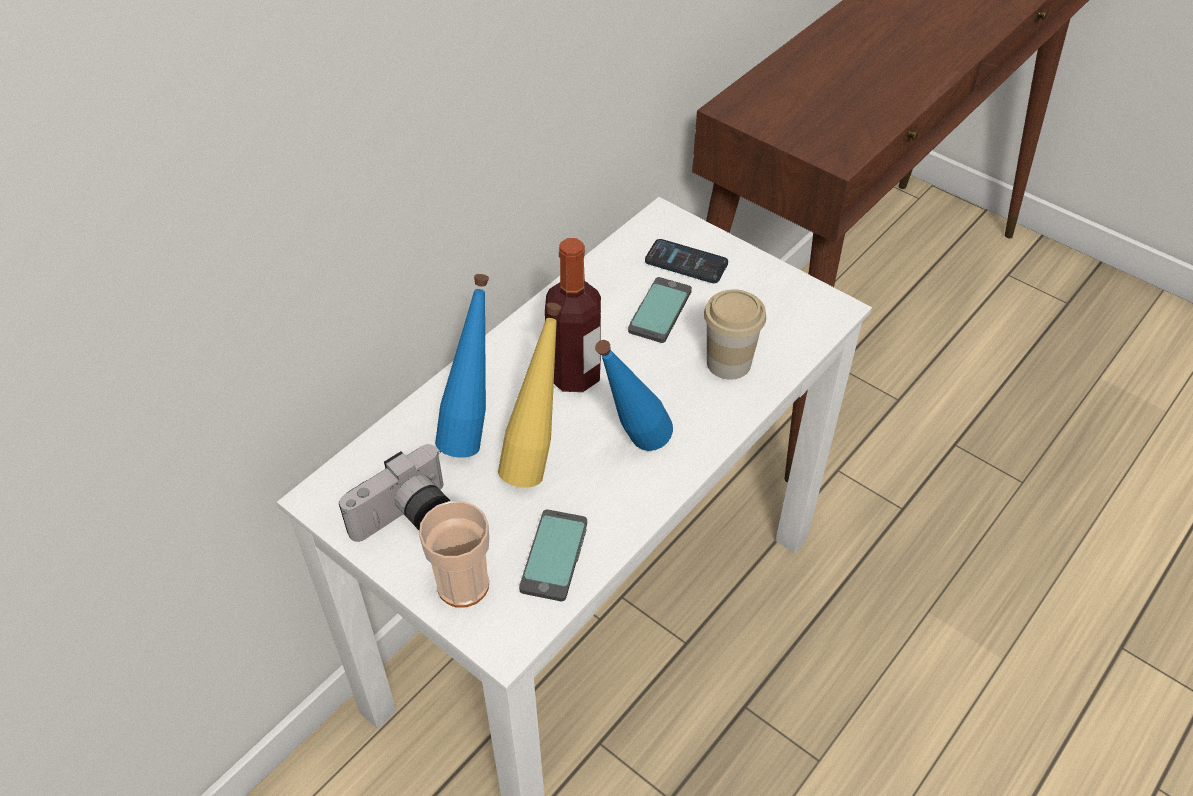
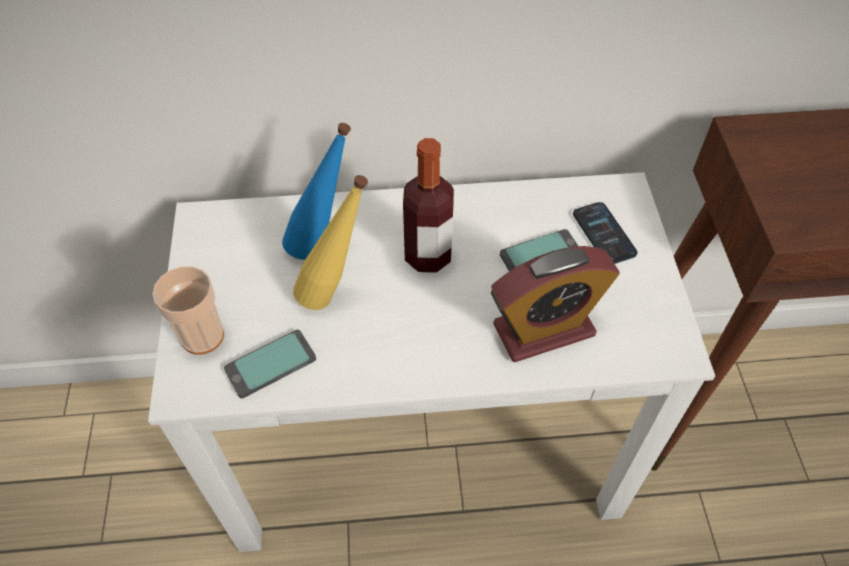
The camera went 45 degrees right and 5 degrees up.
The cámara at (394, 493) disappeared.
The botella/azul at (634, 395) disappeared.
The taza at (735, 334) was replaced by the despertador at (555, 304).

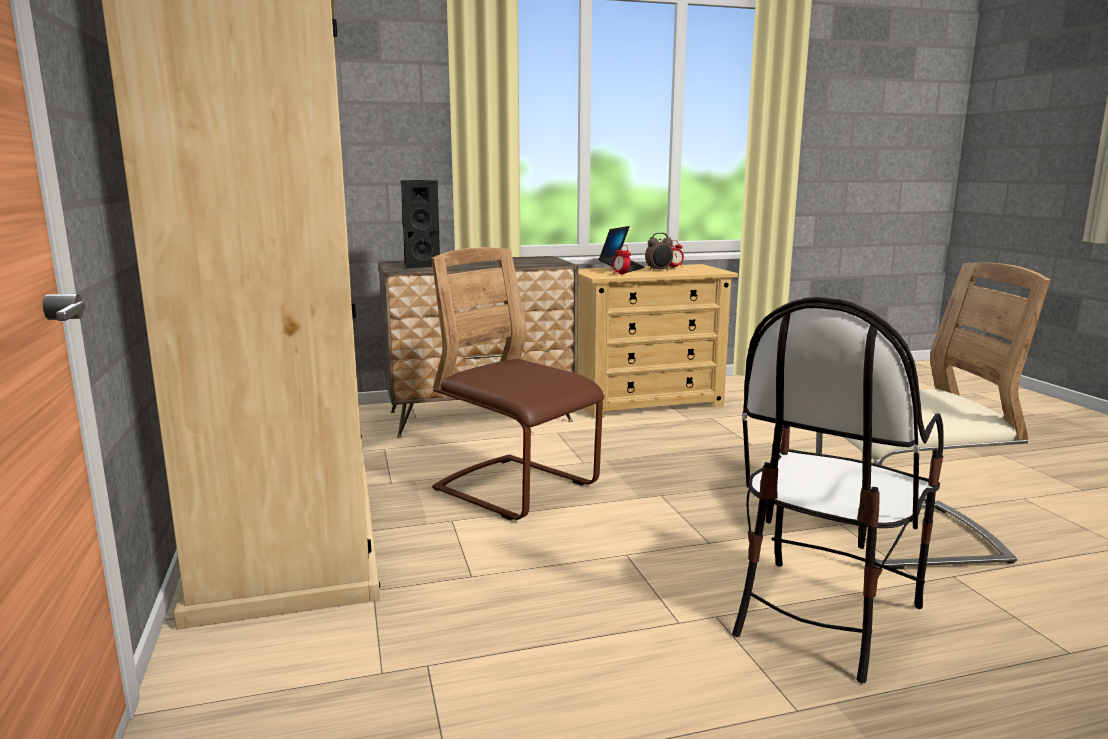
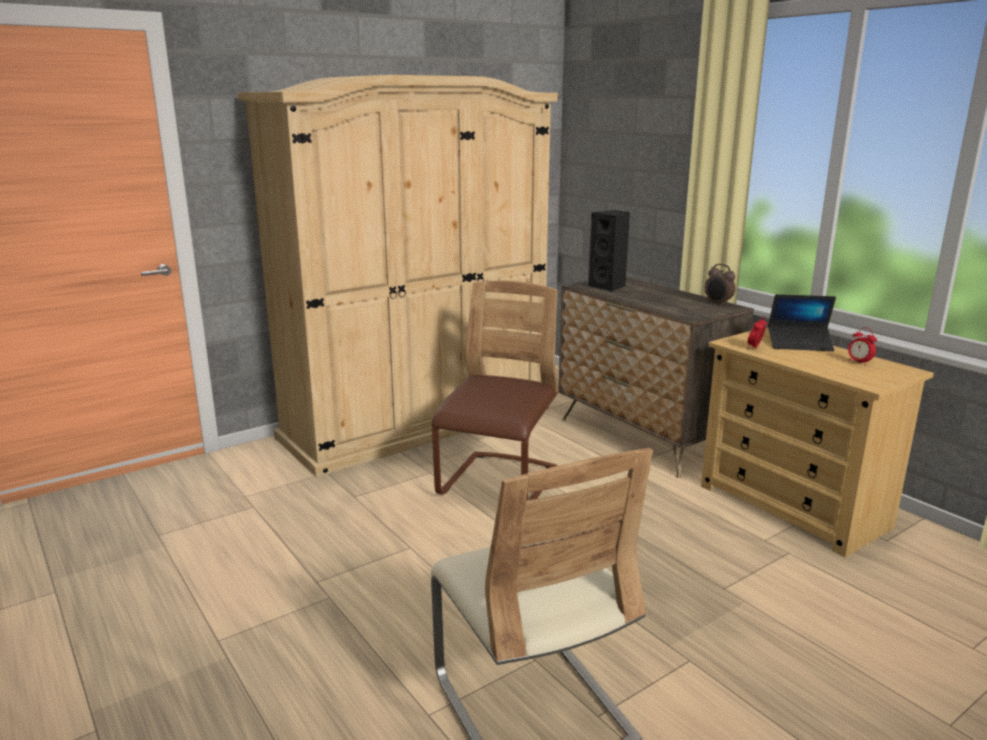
The camera went 70 degrees right and 5 degrees up.
The despertador moved from (659, 252) to (720, 285).
The silla at (838, 490) disappeared.

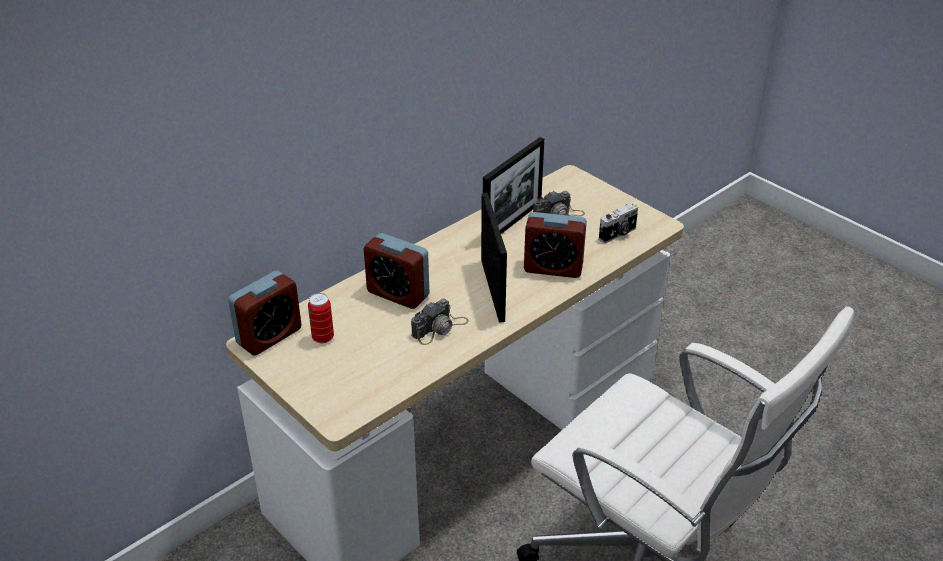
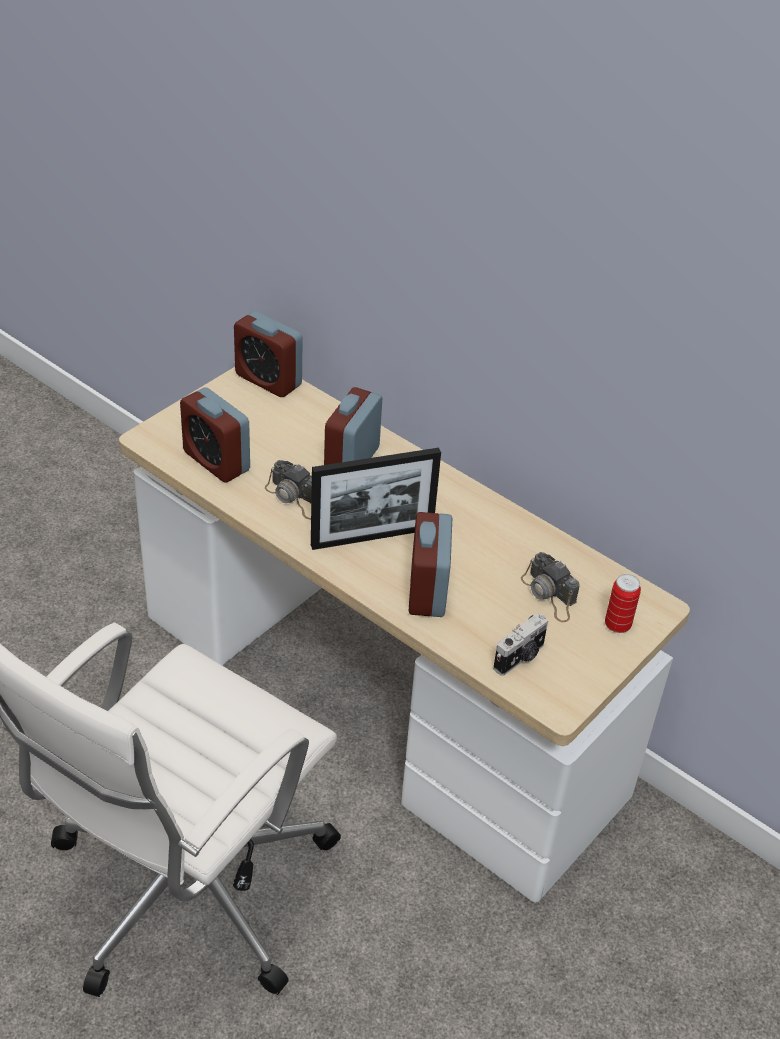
The camera went 80 degrees right and 5 degrees up.
The lata moved from (321, 318) to (623, 603).
The portarretratos at (513, 185) disappeared.
The cámara at (618, 223) turned 90 degrees counterclockwise.
The despertador at (215, 435) appeared.

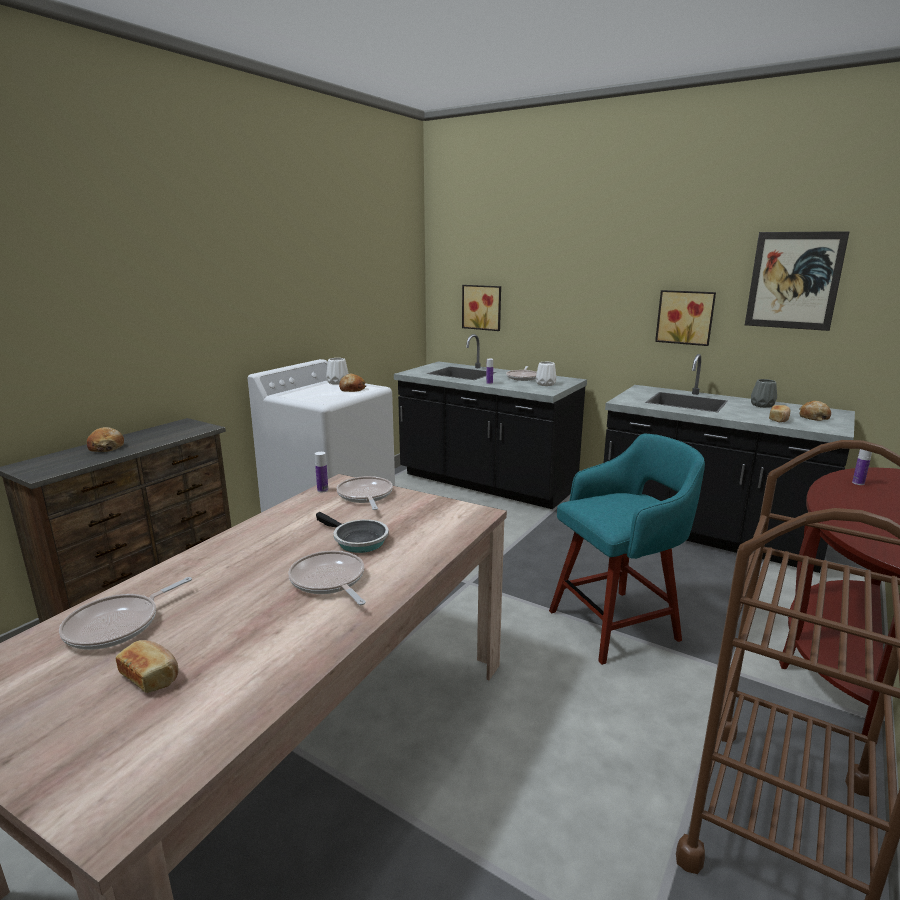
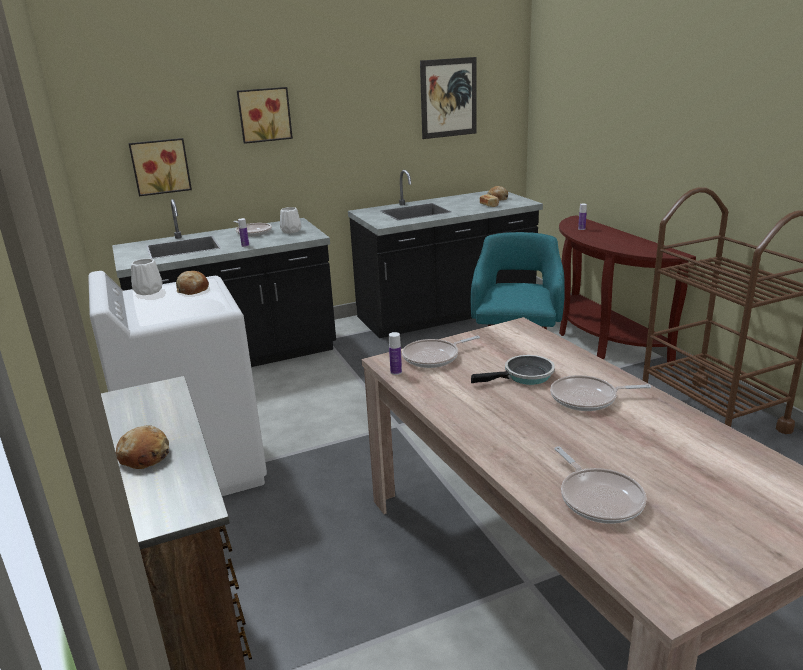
The camera went 55 degrees left and 5 degrees up.
The pan at (147, 666) disappeared.
The sartén at (365, 493) turned 45 degrees counterclockwise.
The cuadro moved from (685, 318) to (265, 115).
The florero/gris at (764, 393) disappeared.

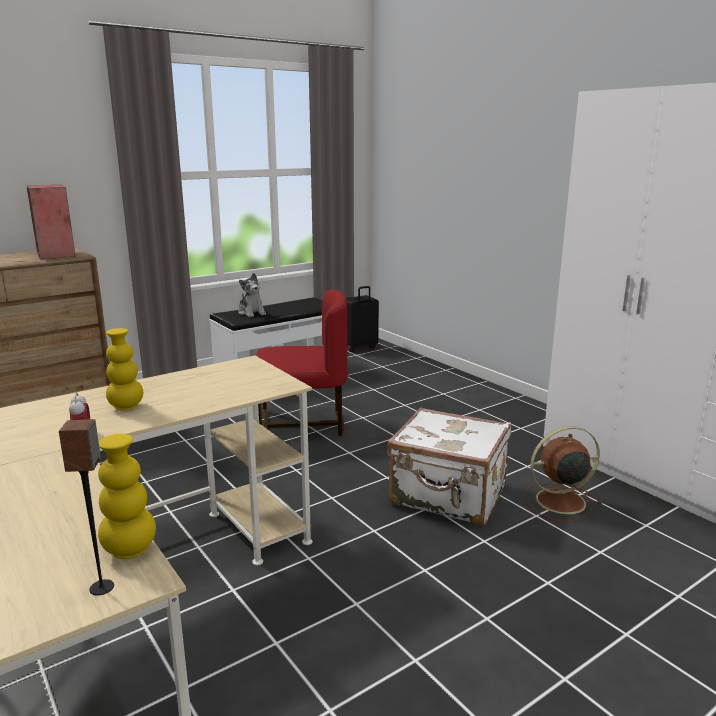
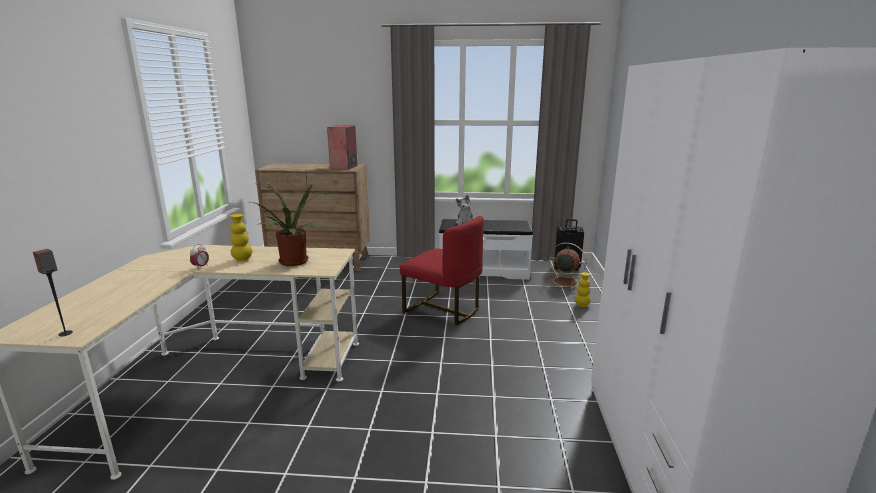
The camera went 40 degrees right and 0 degrees up.
The florero/amarillo moved from (127, 496) to (582, 289).
The maleta/blanco at (449, 466) disappeared.
The ventilador/marrón moved from (562, 474) to (566, 265).
The planta en maceta at (289, 223) appeared.

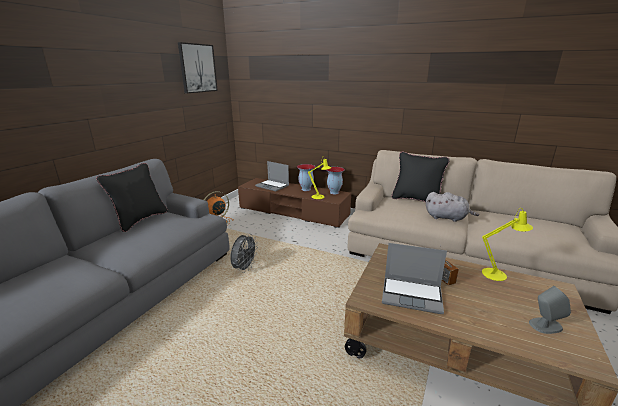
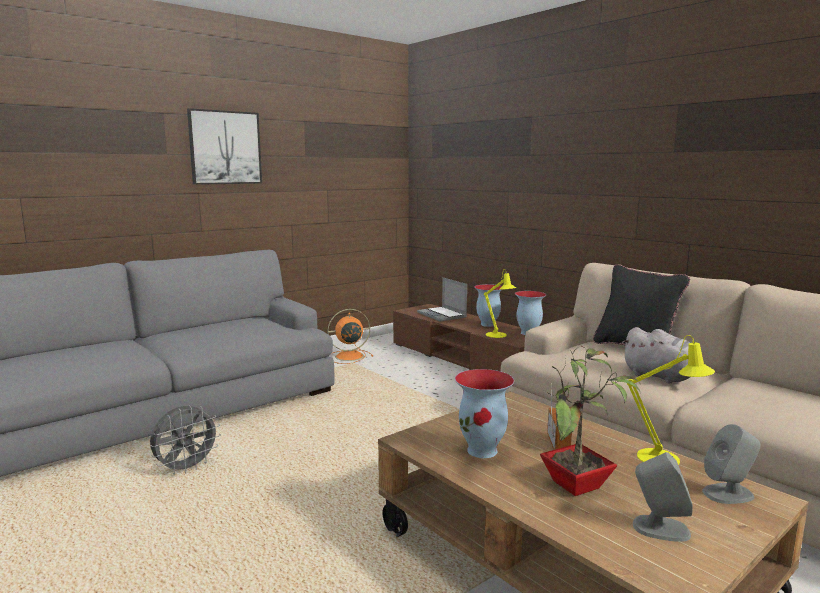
The camera went 25 degrees right and 10 degrees down.
The cojín/negro at (132, 197) disappeared.
The cuadro moved from (198, 67) to (224, 146).
The ventilador/gris moved from (244, 253) to (185, 440).
The portátil at (414, 278) was replaced by the florero at (484, 413).
The planta en maceta at (590, 420) appeared.
The altavoz/gris at (731, 464) appeared.

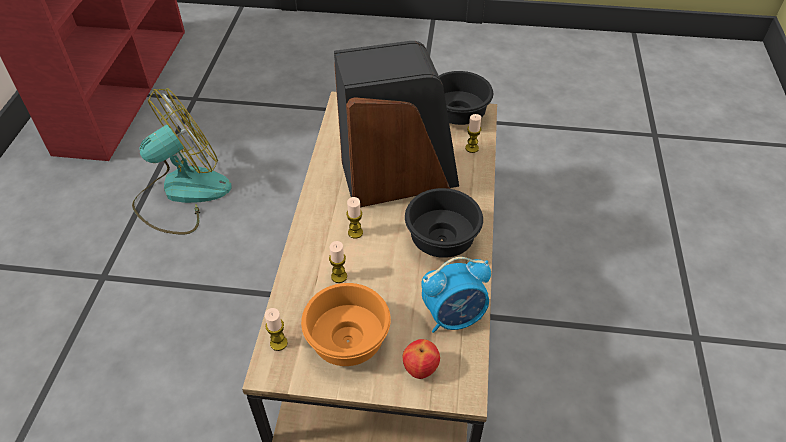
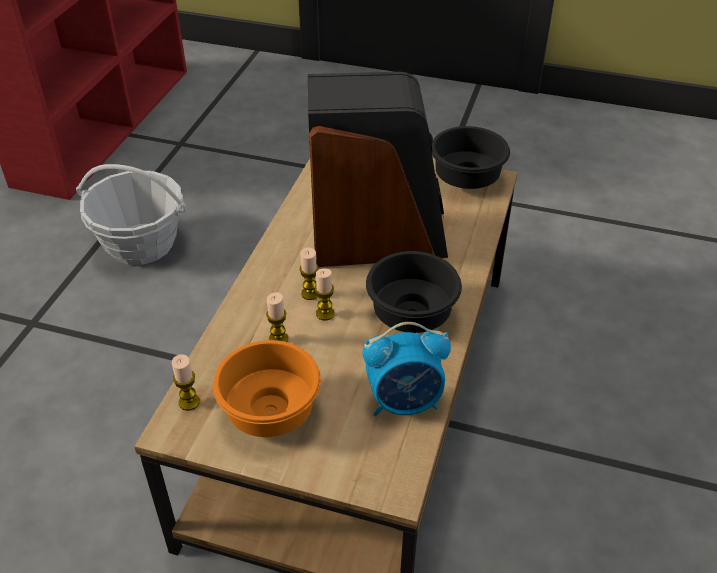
The camera went 10 degrees right and 5 degrees down.
The ventilador at (182, 161) was replaced by the cesta at (131, 214).
The manzana at (421, 359) disappeared.
The vela moved from (473, 133) to (324, 294).

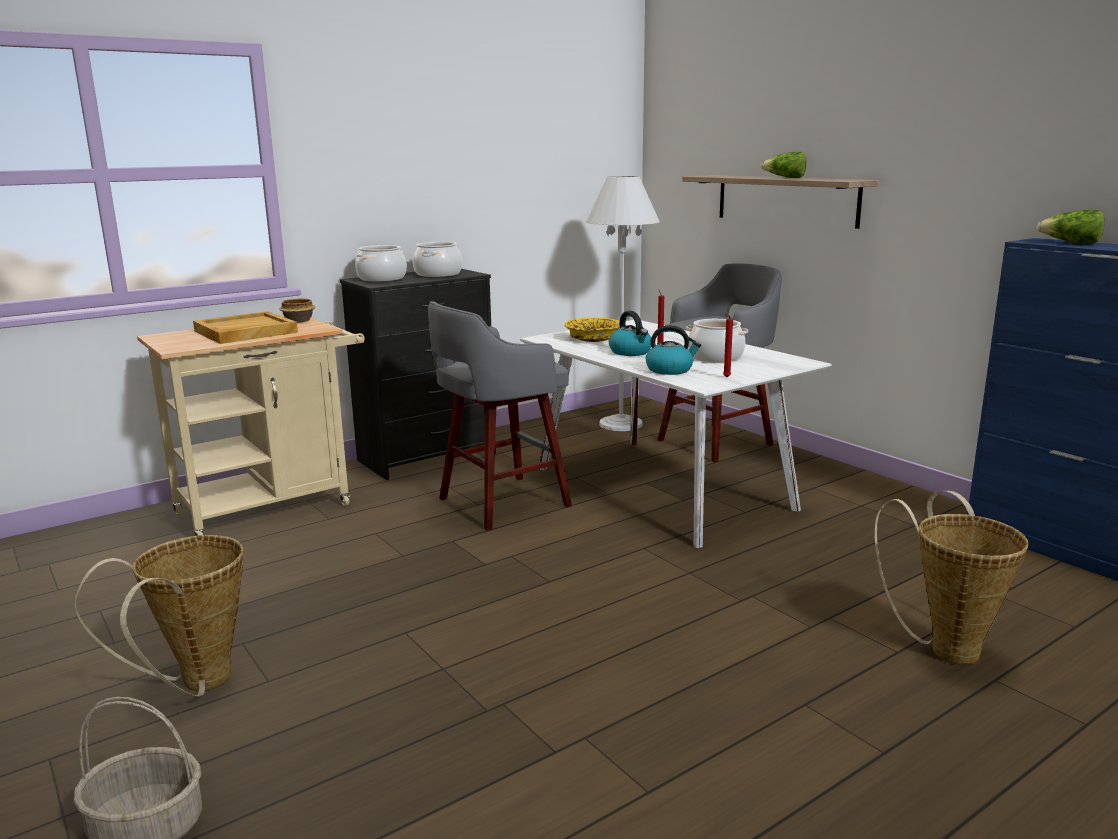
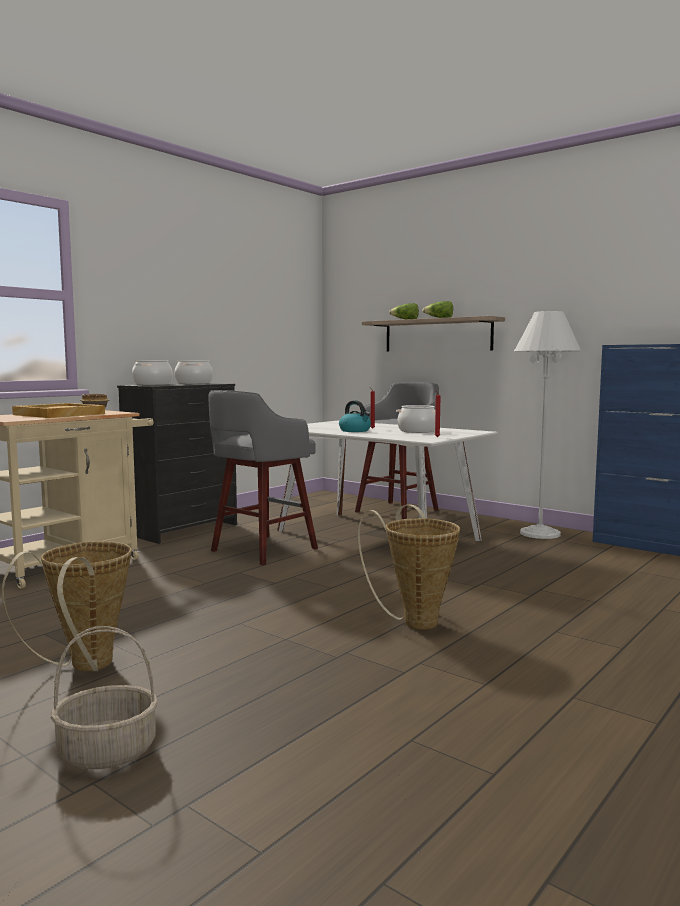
The camera went 15 degrees left and 10 degrees down.
The cuenco/amarillo at (592, 329) disappeared.
The lámpara de pie/blanco moved from (623, 303) to (547, 425).
The hervidor at (673, 350) disappeared.
The cesta moved from (951, 578) to (409, 567).
The lechuga moved from (1070, 227) to (404, 311).

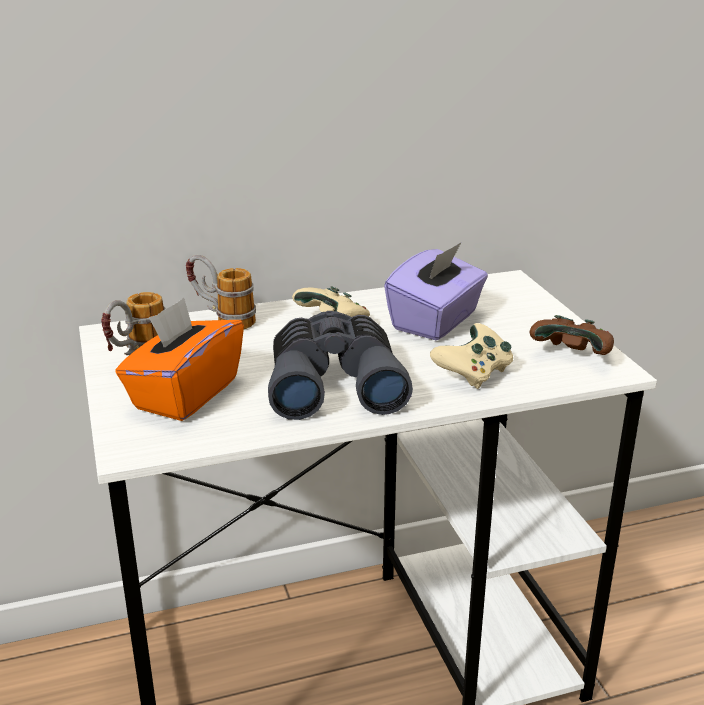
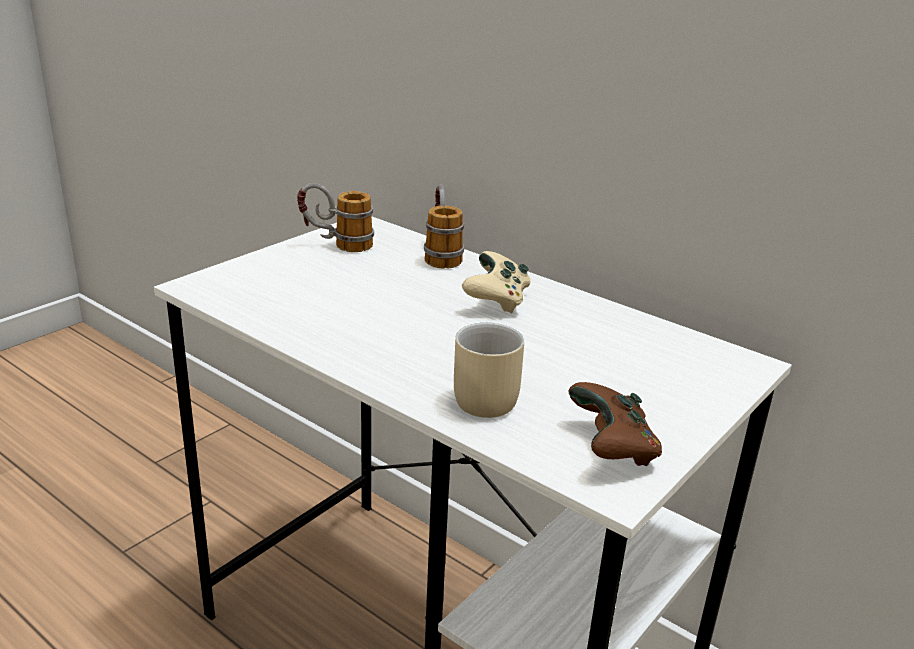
The camera went 55 degrees right and 0 degrees up.
The caja de pañuelos/naranja at (179, 359) disappeared.
The prismáticos/gris at (340, 365) disappeared.
The caja de pañuelos/morado at (436, 291) disappeared.
The mando de consola/beis at (471, 356) was replaced by the taza grande/beis at (489, 370).

